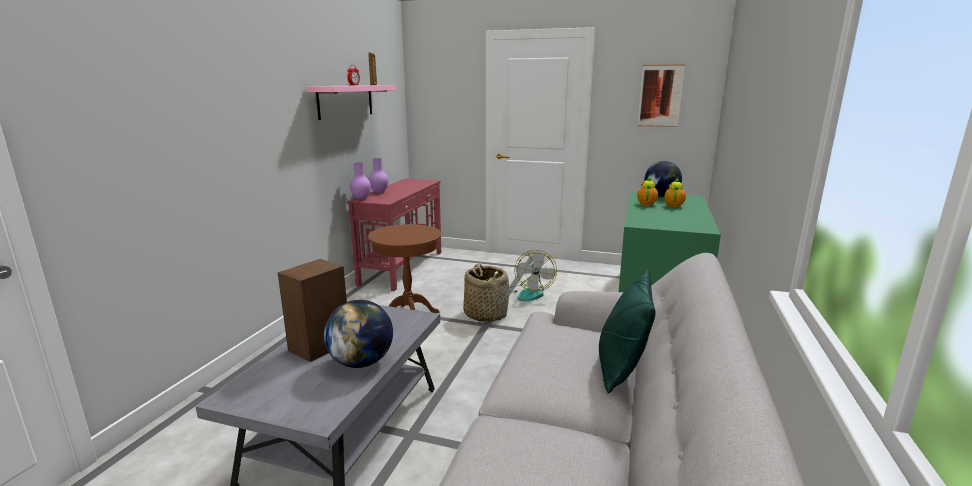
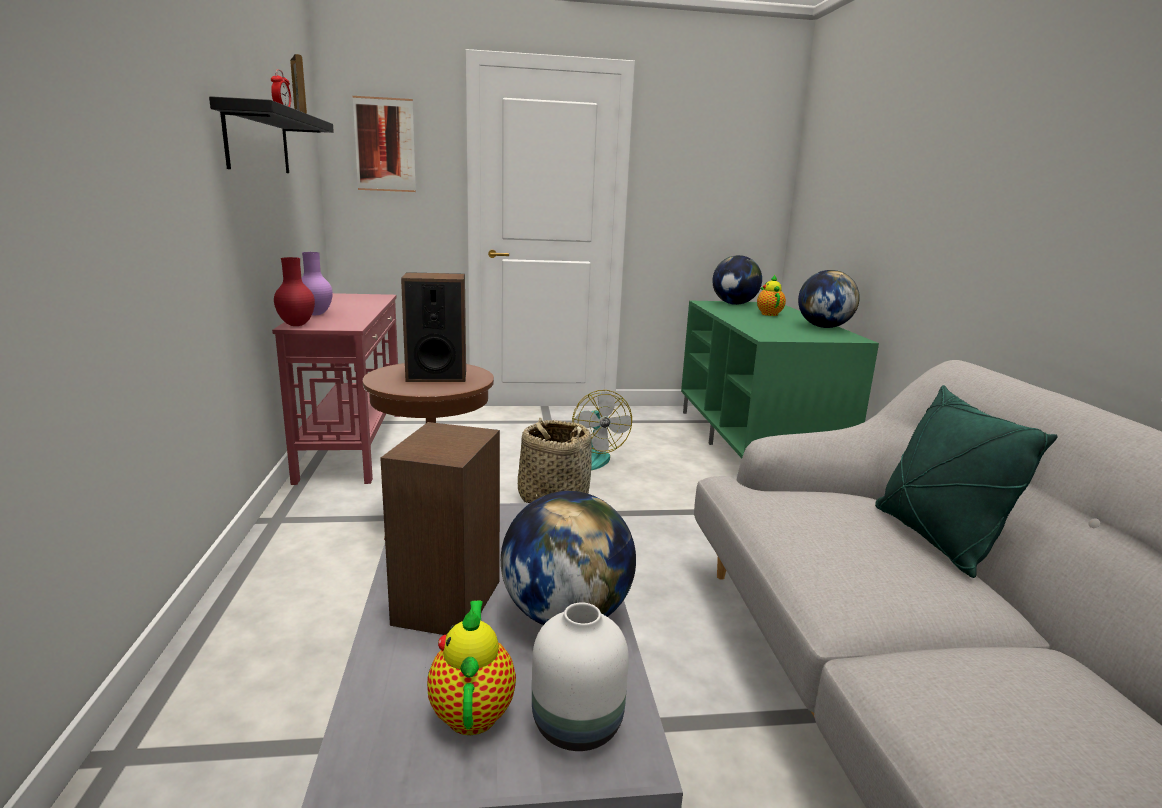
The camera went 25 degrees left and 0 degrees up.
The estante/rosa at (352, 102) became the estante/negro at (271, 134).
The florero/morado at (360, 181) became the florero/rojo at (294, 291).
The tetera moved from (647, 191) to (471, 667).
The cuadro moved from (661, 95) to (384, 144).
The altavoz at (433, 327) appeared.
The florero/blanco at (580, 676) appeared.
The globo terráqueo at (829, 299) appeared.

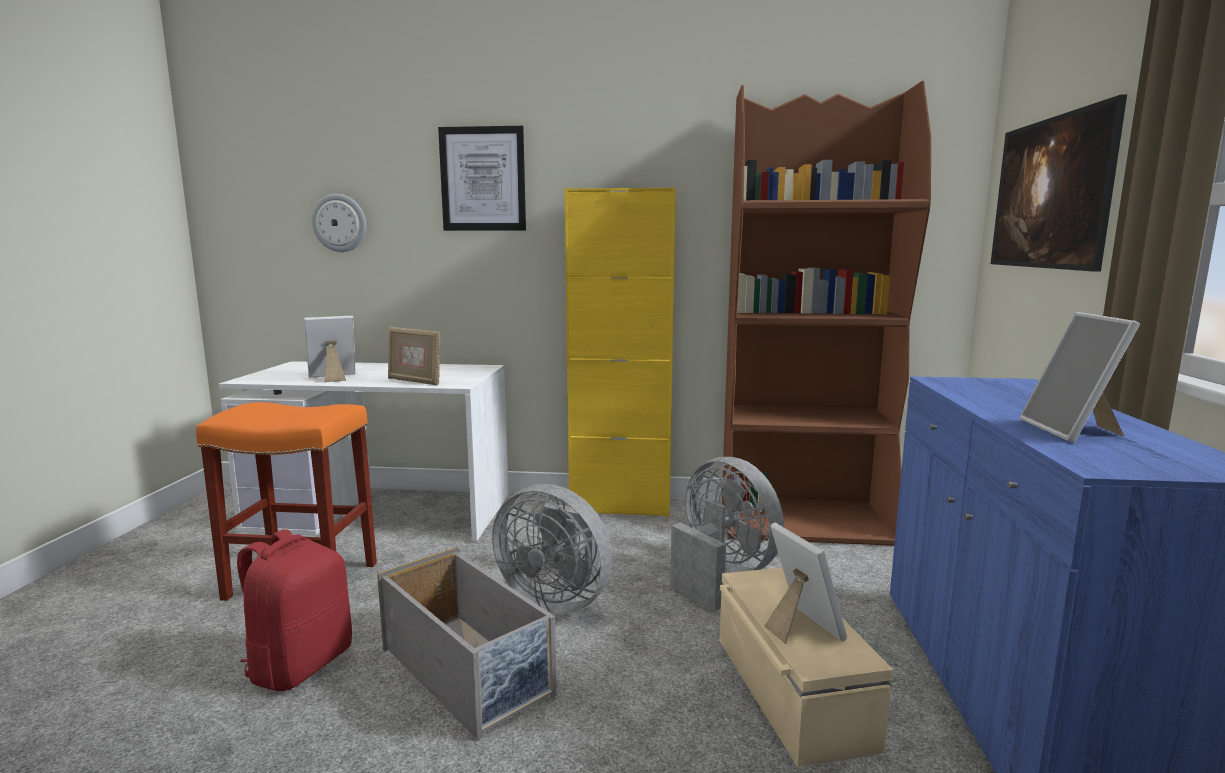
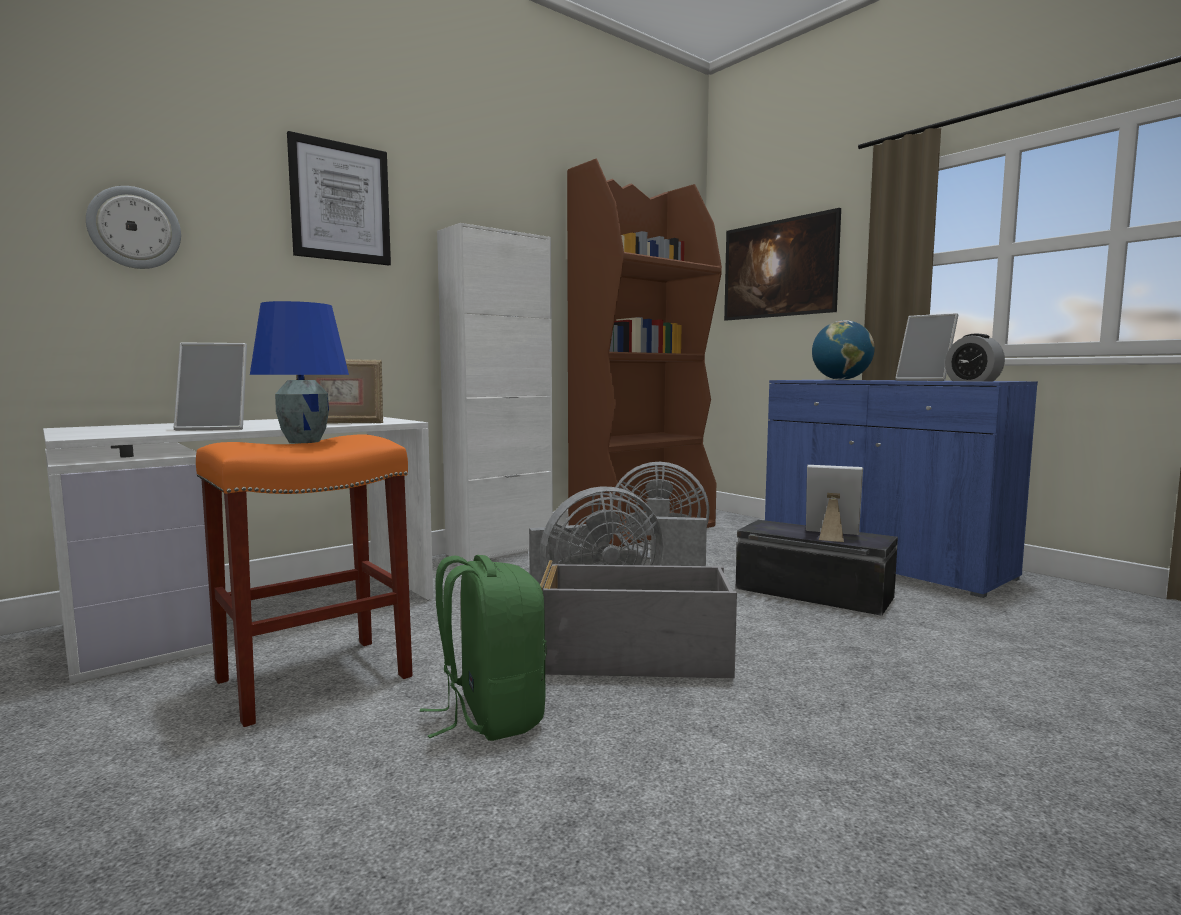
The camera went 45 degrees left and 5 degrees down.
The mochila/rojo at (294, 610) became the mochila/verde at (483, 648).
The portarretratos at (330, 349) turned 120 degrees counterclockwise.
The armario/amarillo at (620, 352) became the armario/blanco at (495, 392).
The caja de almacenaje/beis at (806, 667) became the caja de almacenaje/negro at (817, 568).
The lámpara de mesa/azul at (299, 372) appeared.
The globo terráqueo at (843, 350) appeared.
The despertador at (975, 358) appeared.

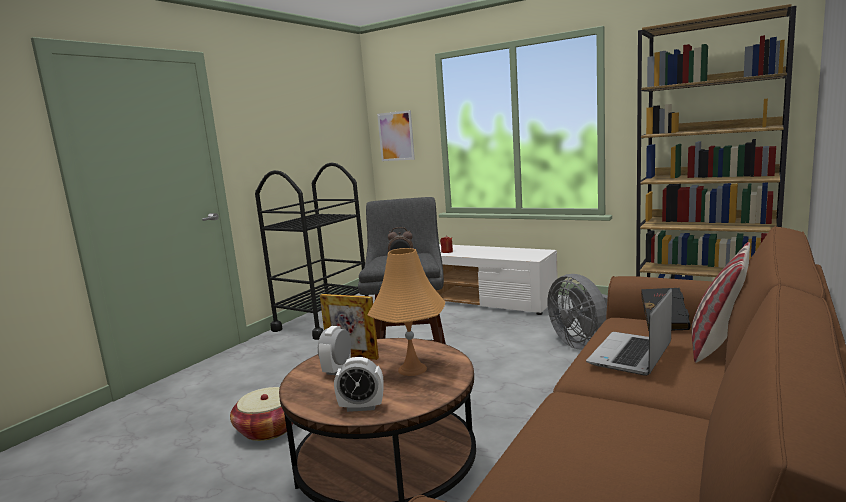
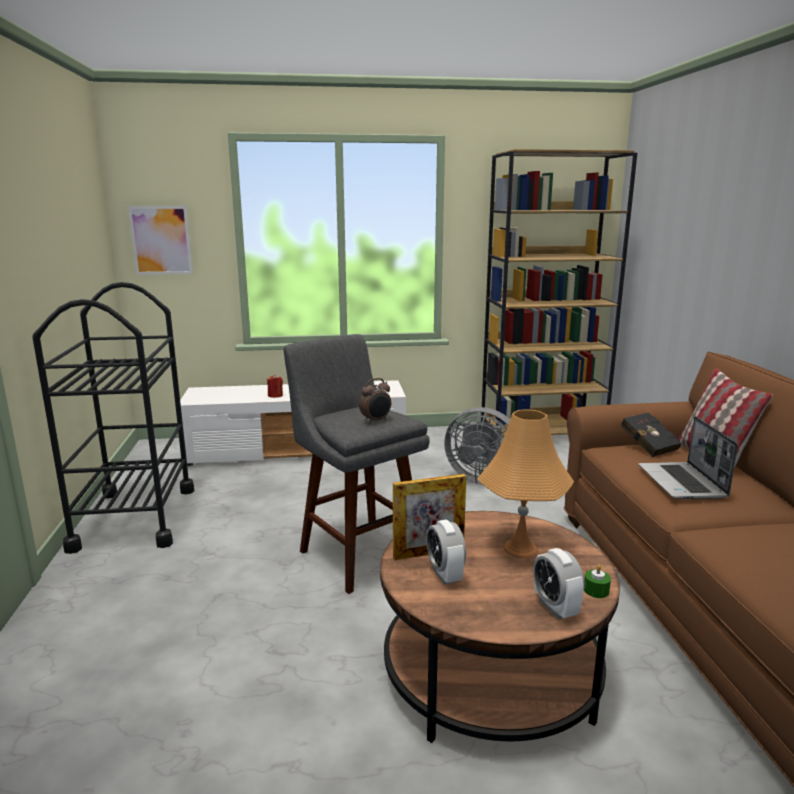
The camera went 40 degrees left and 5 degrees up.
The cesta at (261, 414) disappeared.
The despertador at (359, 384) turned 105 degrees clockwise.
The vela/verde at (597, 581) appeared.

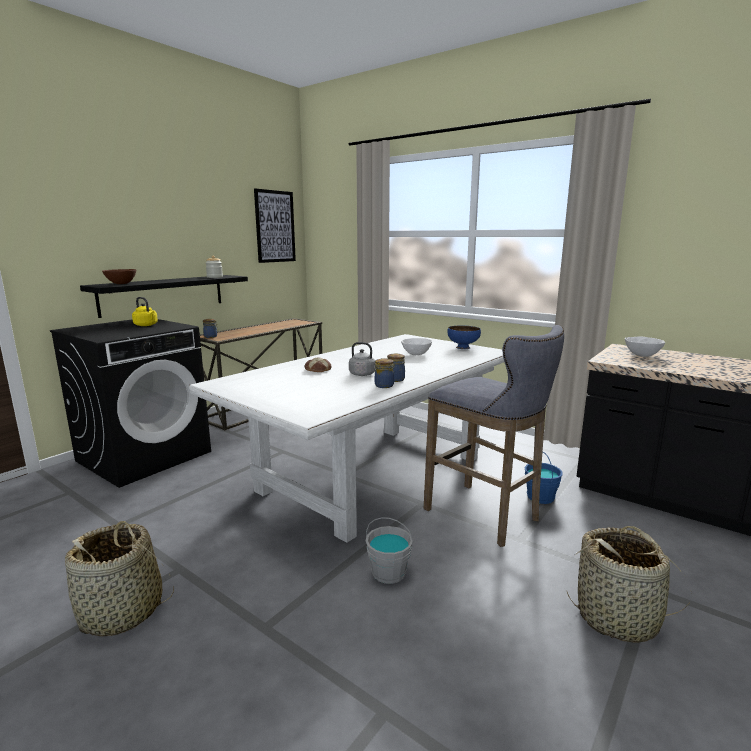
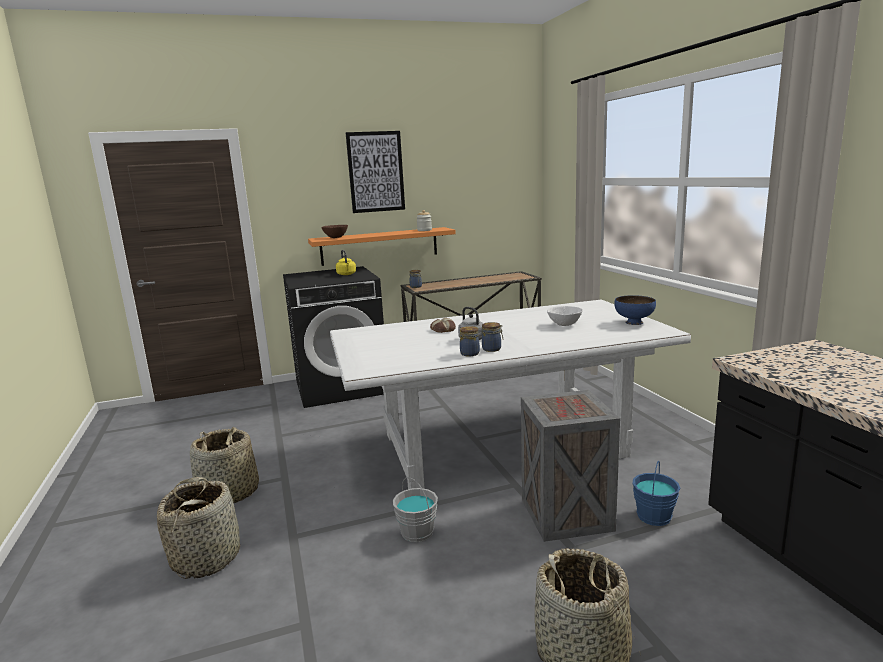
The camera went 35 degrees right and 0 degrees up.
The estante/negro at (164, 296) became the estante/naranja at (382, 246).
The cuadro moved from (275, 226) to (375, 172).
The taburete/gris at (494, 436) was replaced by the caja de embalaje at (570, 466).
The cuenco/blanco at (645, 346) disappeared.
The cesta at (198, 528) appeared.

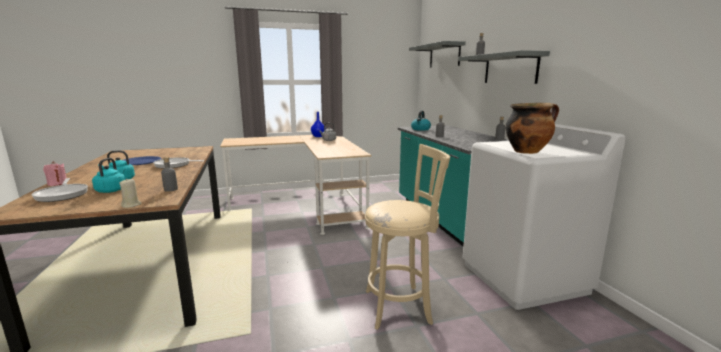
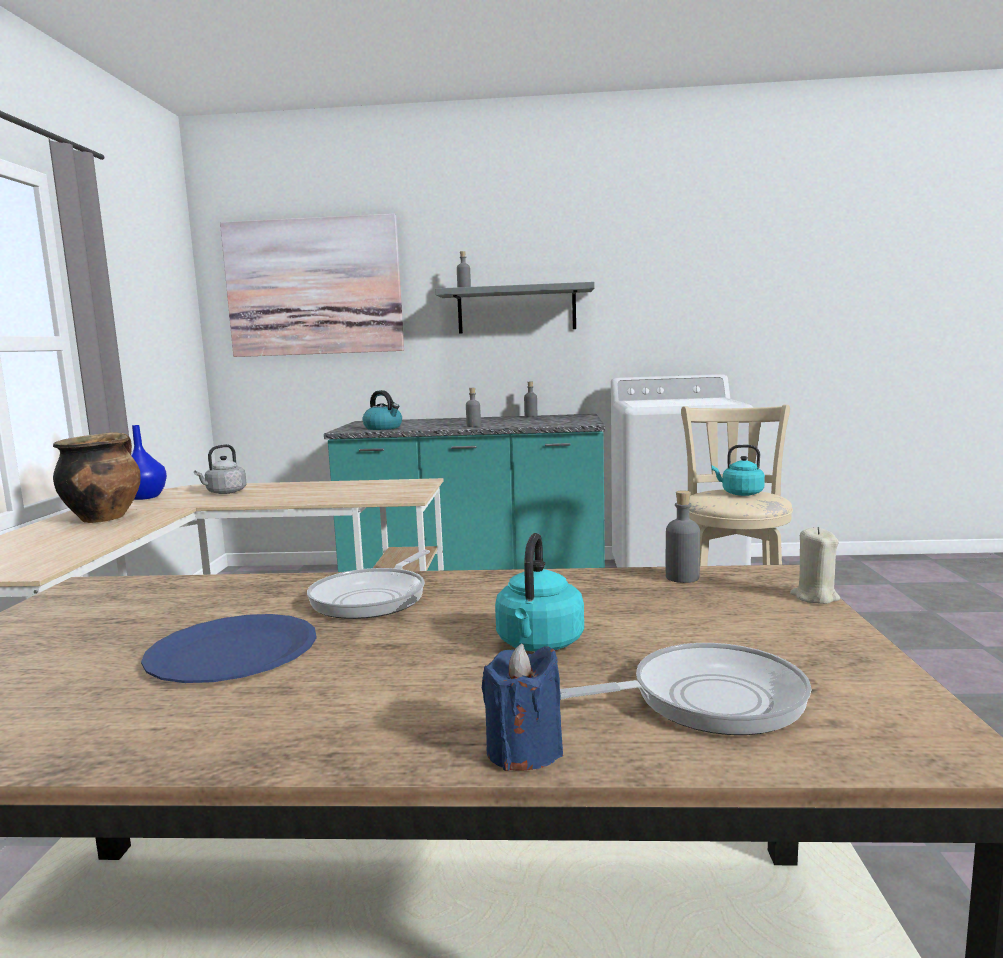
The camera went 70 degrees left and 5 degrees down.
The vela/rosa at (55, 173) became the vela/azul at (522, 707).
The hervidor/turquesa moved from (108, 175) to (738, 470).
The estante/gris at (437, 54) was replaced by the cuadro at (312, 285).
The olla moved from (532, 128) to (97, 477).

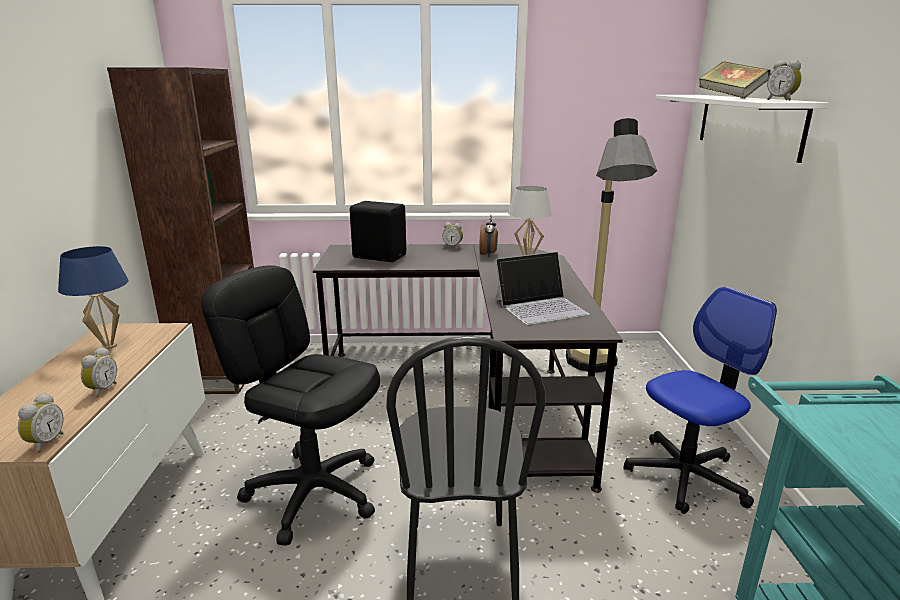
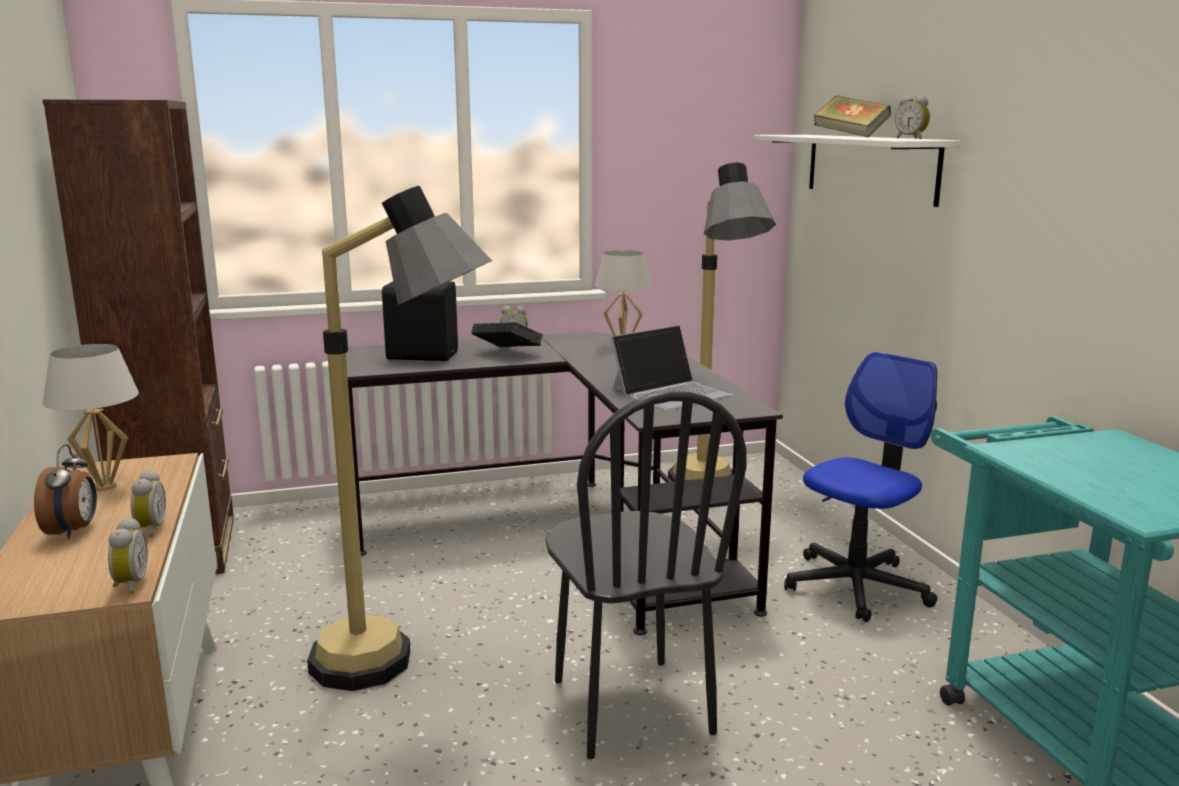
The camera went 15 degrees left and 5 degrees down.
The lámpara de mesa/azul at (93, 297) became the lámpara de mesa/blanco at (91, 417).
The silla de oficina/negro at (290, 405) was replaced by the lámpara de pie at (399, 438).
The despertador moved from (488, 235) to (65, 491).
The libro at (507, 335) appeared.

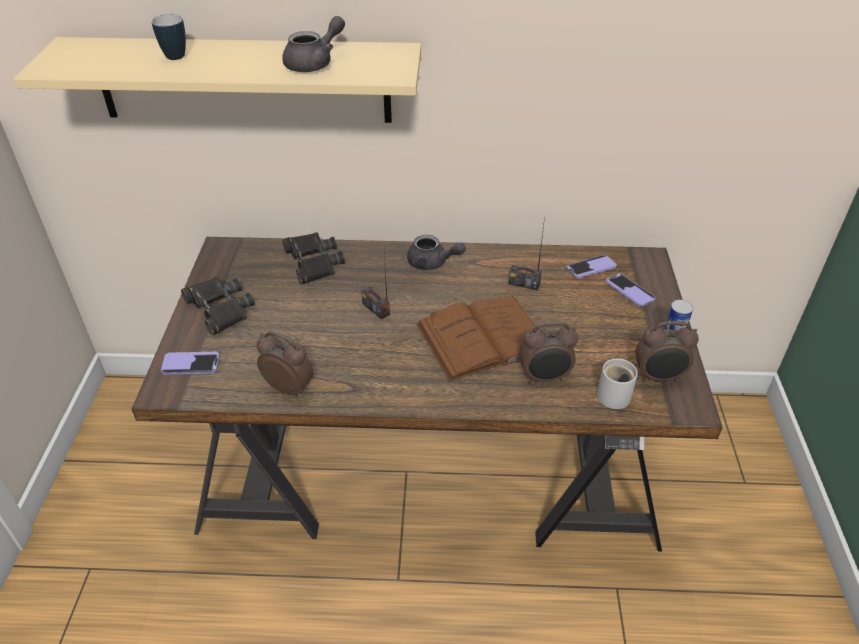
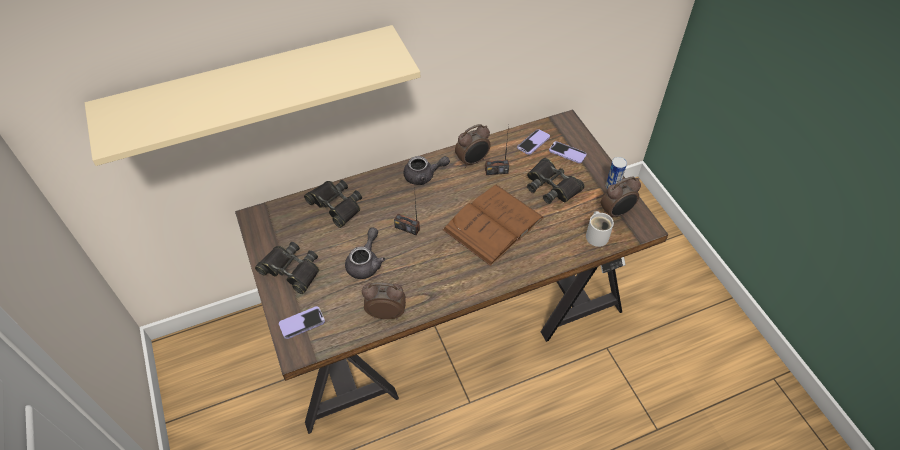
The camera went 25 degrees left and 10 degrees up.
The taza grande at (168, 37) disappeared.
The tetera/gris moved from (314, 44) to (365, 253).
The despertador moved from (549, 353) to (473, 146).
The prismáticos/negro at (556, 181) appeared.

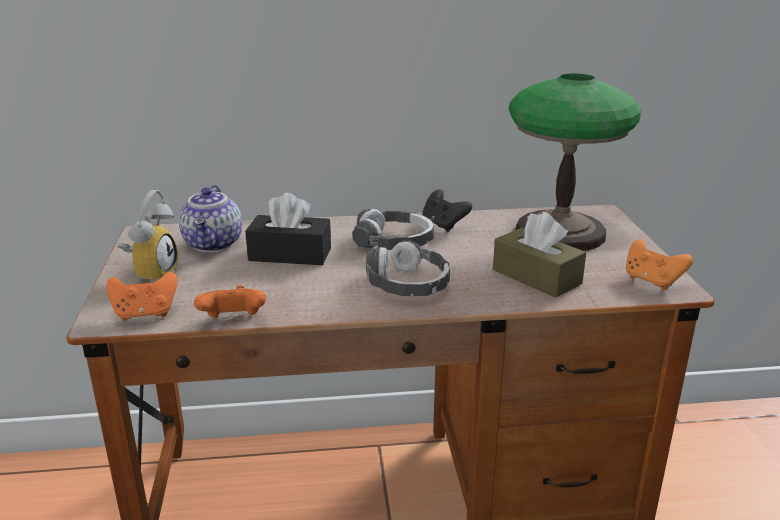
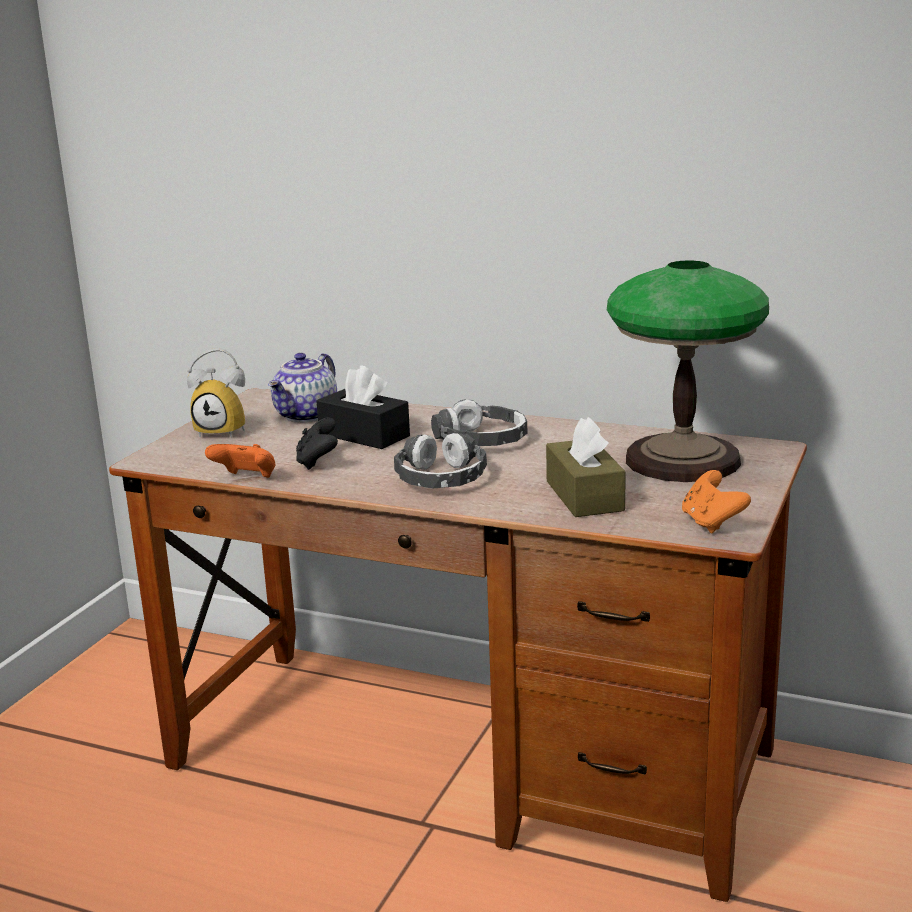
The camera went 30 degrees right and 5 degrees down.
The mando de consola/naranja at (142, 296) disappeared.
The despertador at (147, 235) turned 60 degrees clockwise.
The mando de consola/negro moved from (447, 210) to (317, 443).

